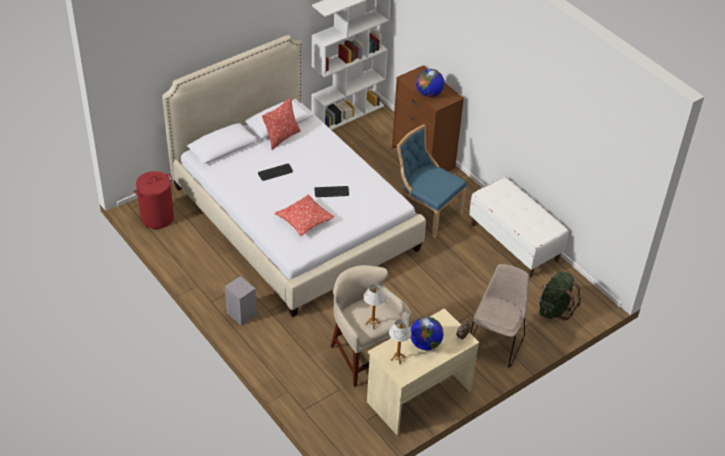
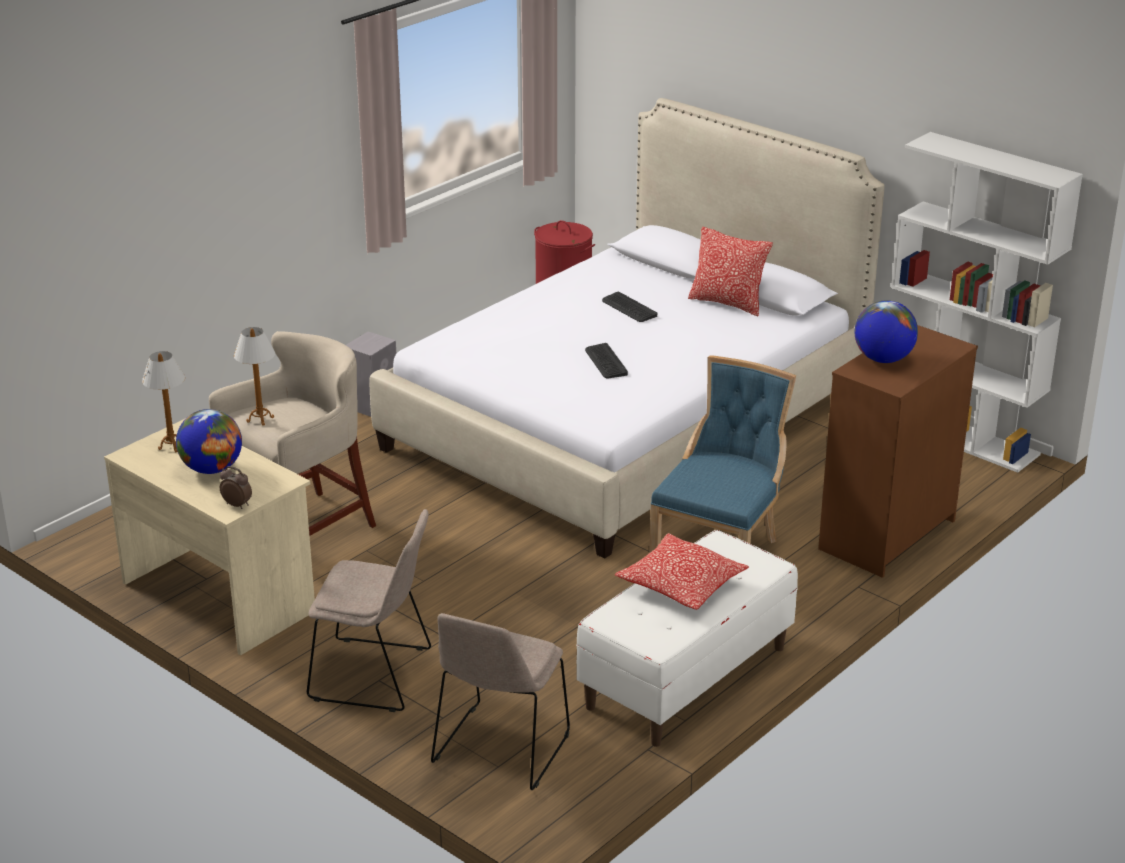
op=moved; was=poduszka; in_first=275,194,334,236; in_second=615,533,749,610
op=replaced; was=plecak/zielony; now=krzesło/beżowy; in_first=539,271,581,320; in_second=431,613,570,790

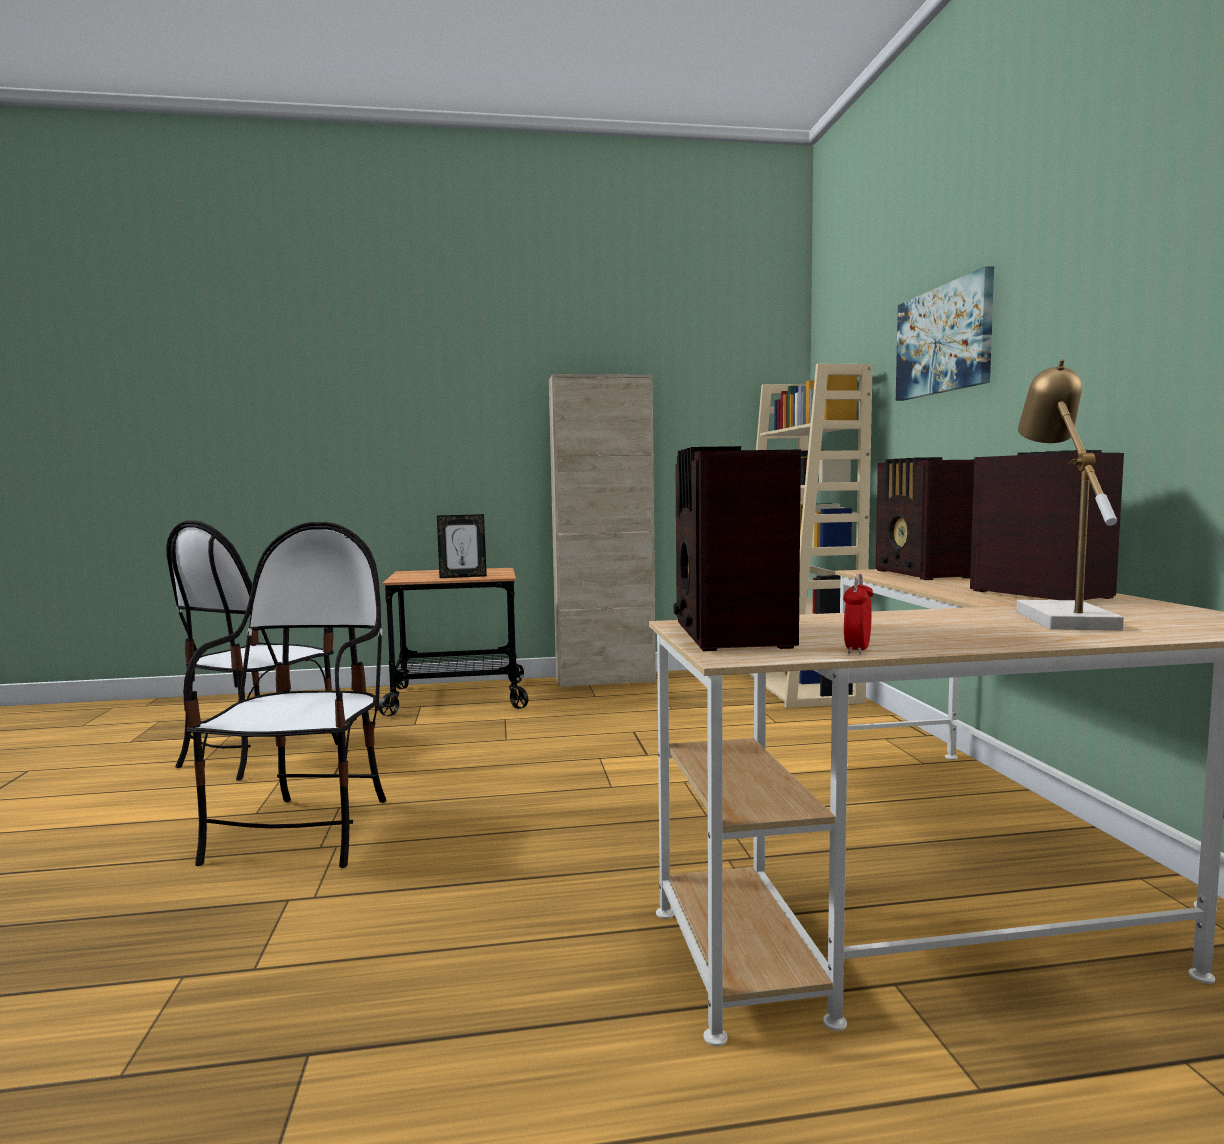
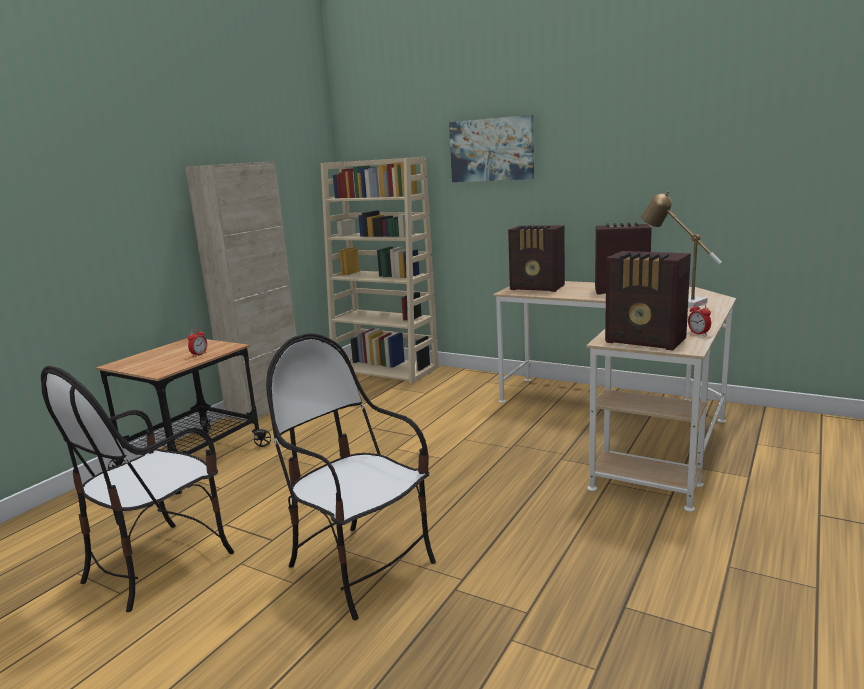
op=replaced; was=ramka na zdjęcie; now=budzik; in_first=437,514,487,578; in_second=188,328,207,357
op=turned; was=krzesło; in_first=166,520,338,781; in_second=41,366,234,612; clockwise=60

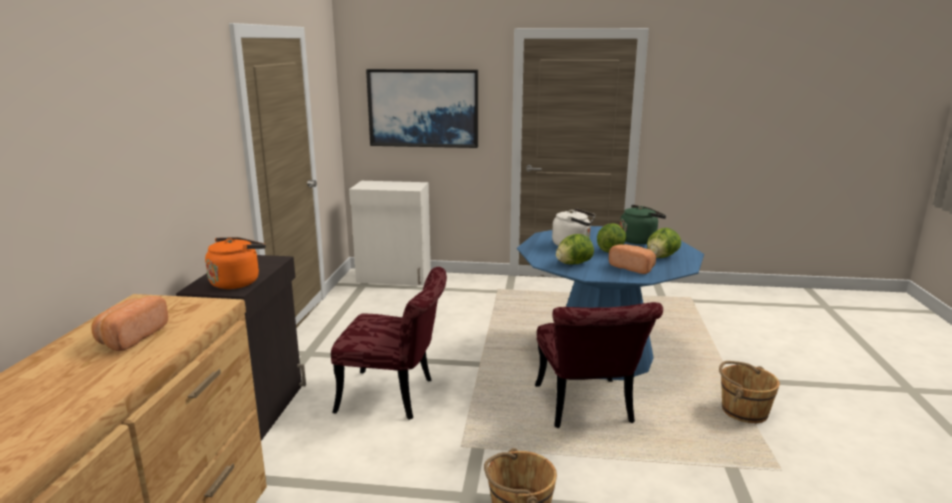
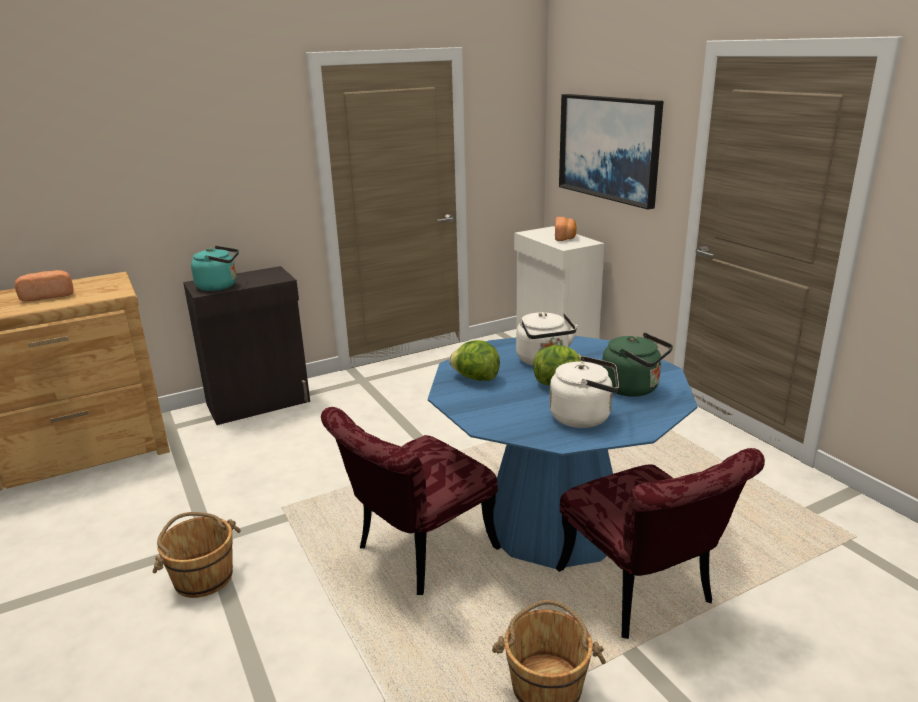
op=replaced; was=sałata; now=czajnik/biały; in_first=647,228,681,258; in_second=549,356,619,428
op=recoloured; was=czajnik/pomarańczowy; now=czajnik/turkusowy; in_first=205,237,266,289; in_second=191,246,239,291
op=moved; was=chleb; in_first=609,244,656,274; in_second=555,217,576,241
op=moved; was=krzesło/czerwony; in_first=331,267,447,420; in_second=556,448,765,639

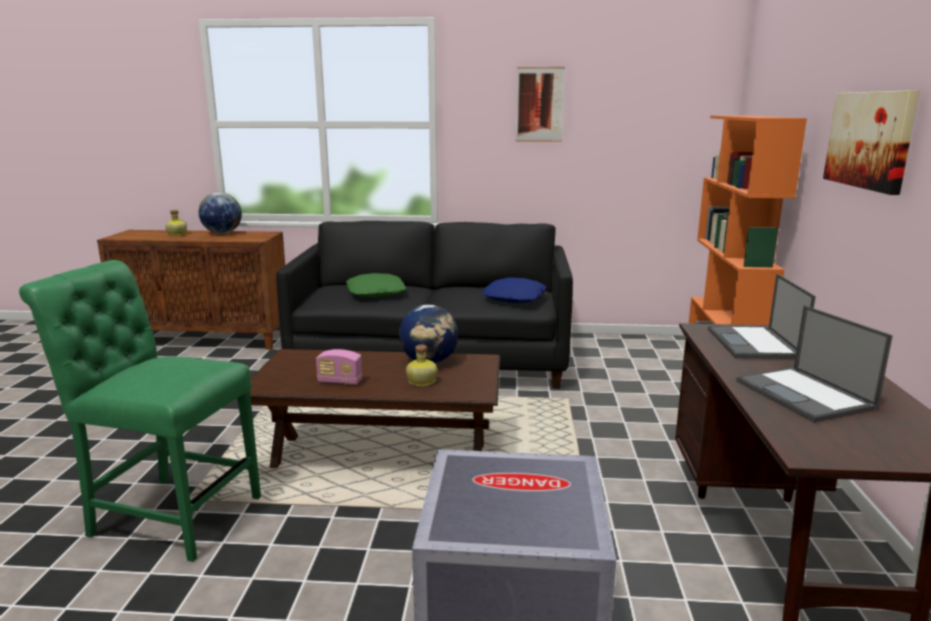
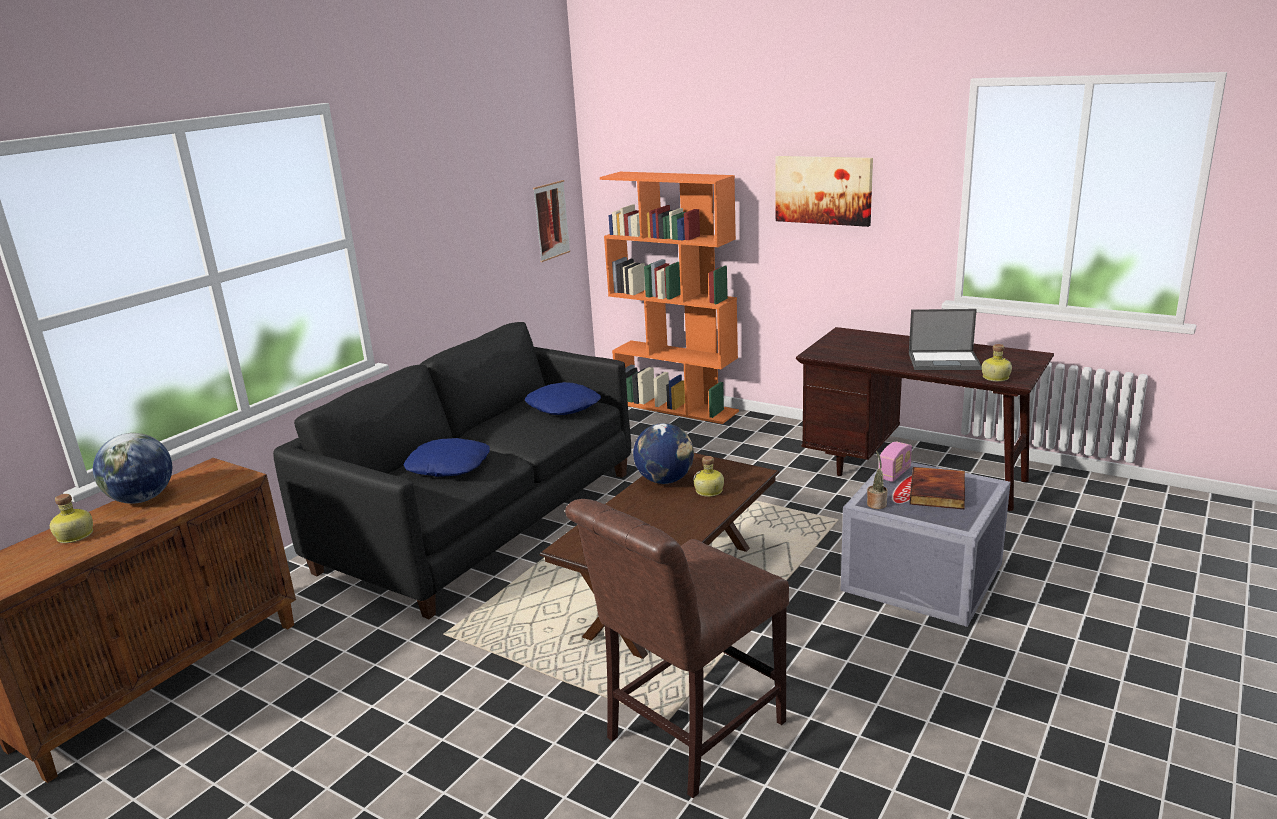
op=moved; was=obraz; in_first=516,67,565,142; in_second=533,180,570,262
op=recoloured; was=krzesło/zielony; now=krzesło/brązowy; in_first=19,260,261,562; in_second=565,499,789,798
op=recoloured; was=poduszka/zielony; now=poduszka/niebieski; in_first=346,273,406,297; in_second=403,438,490,477
op=removed; was=laptop; in_first=708,274,816,359
op=moved; was=radio; in_first=316,349,362,385; in_second=879,442,912,482
op=added; now=butelka; in_second=982,344,1012,382
op=added; now=roślina doniczkowa; in_second=867,451,888,509
op=added; now=książka; in_second=910,467,965,510

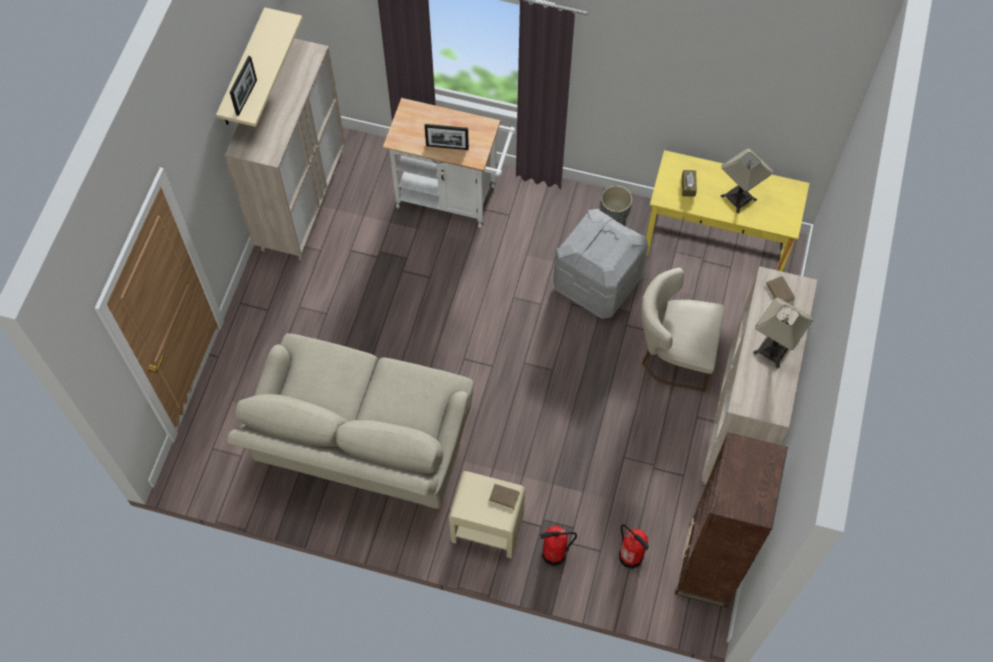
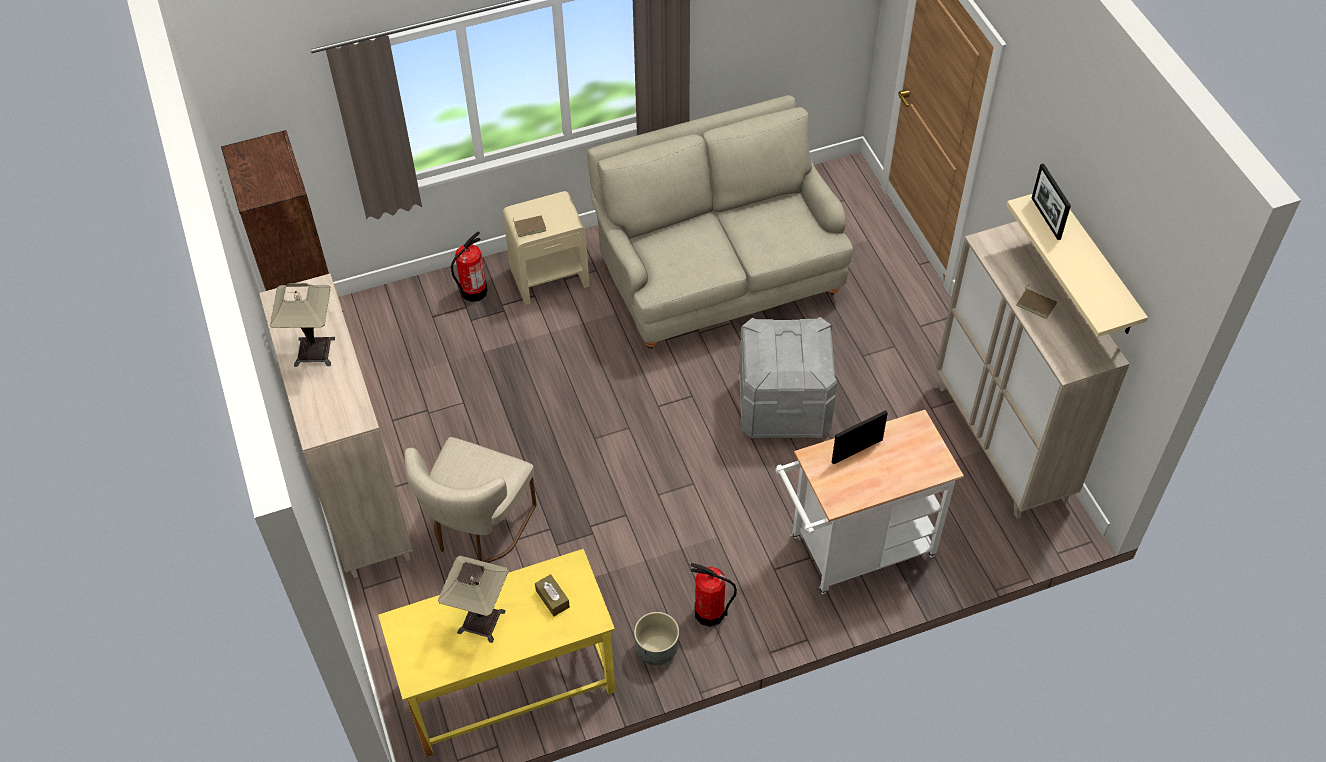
op=moved; was=pojemnik do przechowywania/szary; in_first=553,209,648,319; in_second=739,317,837,439
op=turned; was=krzesło/beżowy; in_first=641,268,725,392; in_second=404,437,537,563; clockwise=135
op=moved; was=książka/brązowy; in_first=766,276,795,302; in_second=1016,284,1057,319
op=moved; was=gaśnica; in_first=619,524,649,569; in_second=691,563,737,627

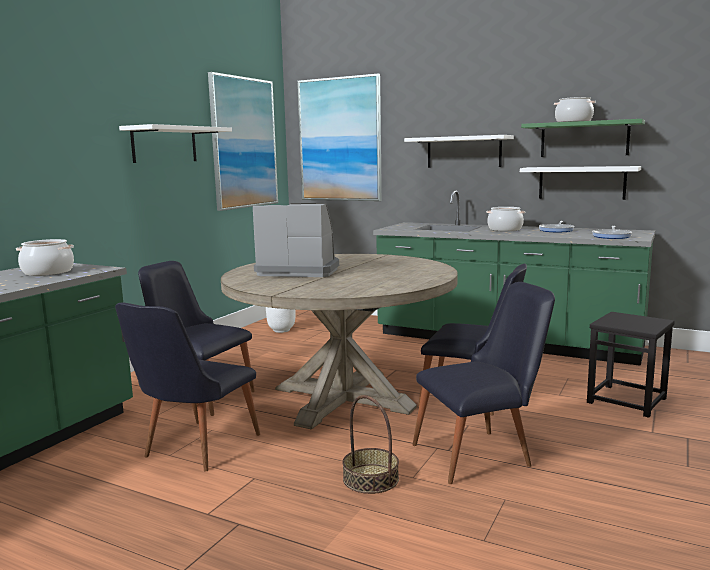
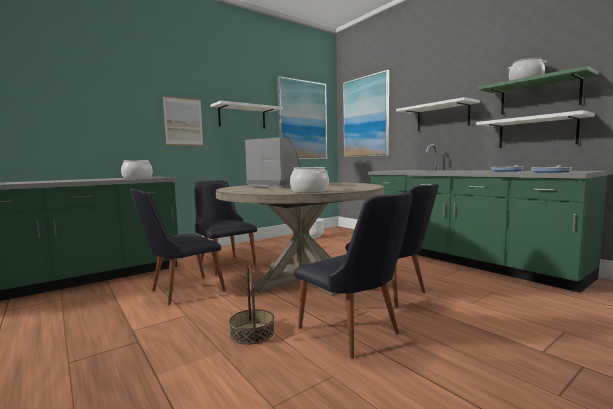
op=moved; was=garnek; in_first=486,207,525,231; in_second=290,167,329,193
op=turned; was=krzesło/czarny; in_first=412,282,555,484; in_second=294,192,413,359; clockwise=45
op=removed; was=stołek/czarny; in_first=587,312,675,418
op=added; now=obraz; in_second=163,96,203,146

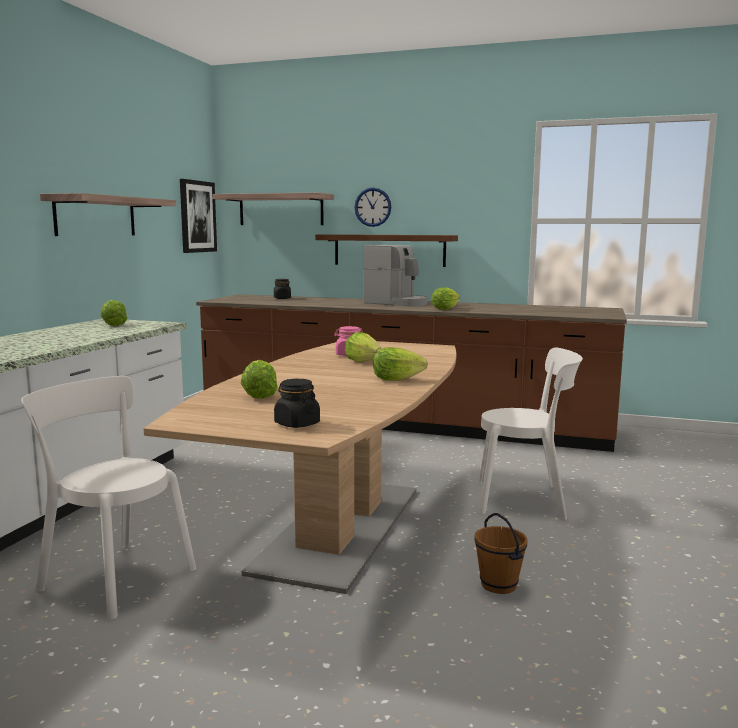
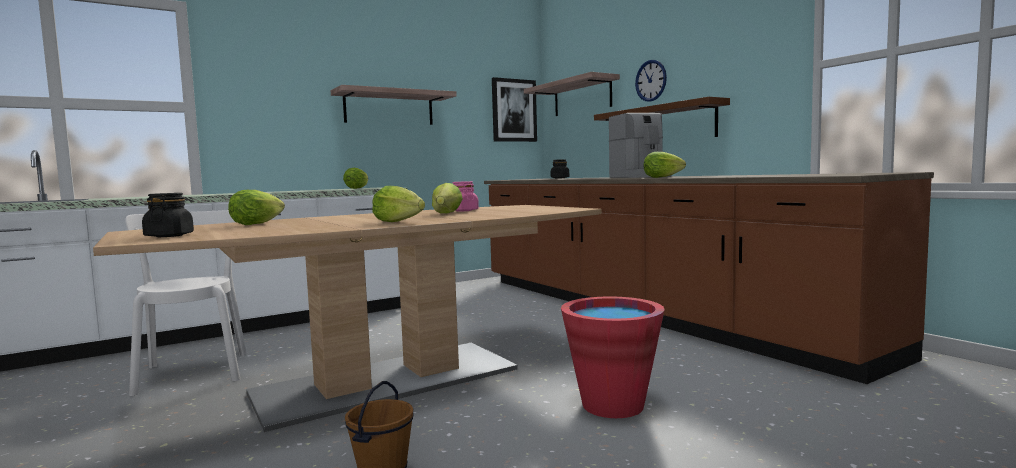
op=replaced; was=krzesło/biały; now=wiadro/czerwony; in_first=479,348,583,520; in_second=561,297,665,418

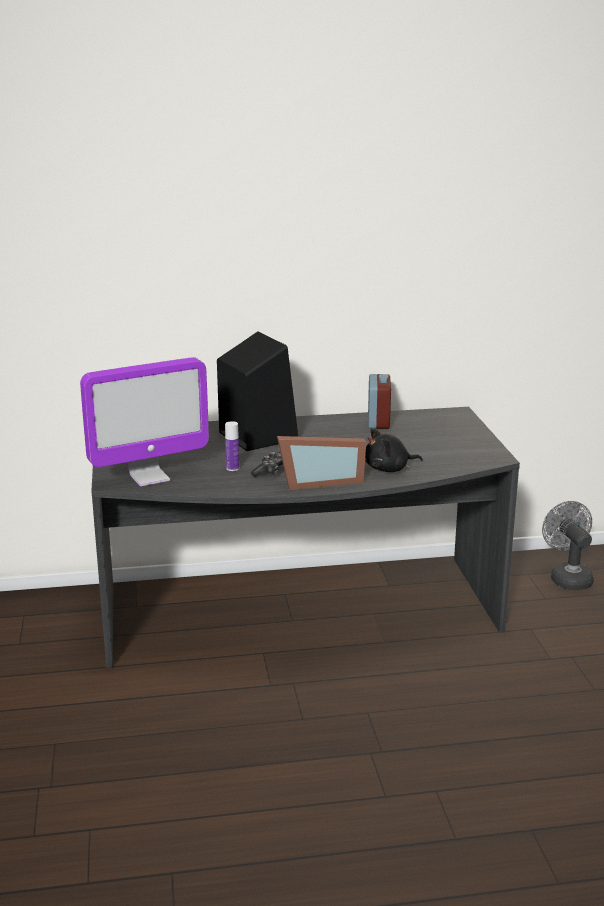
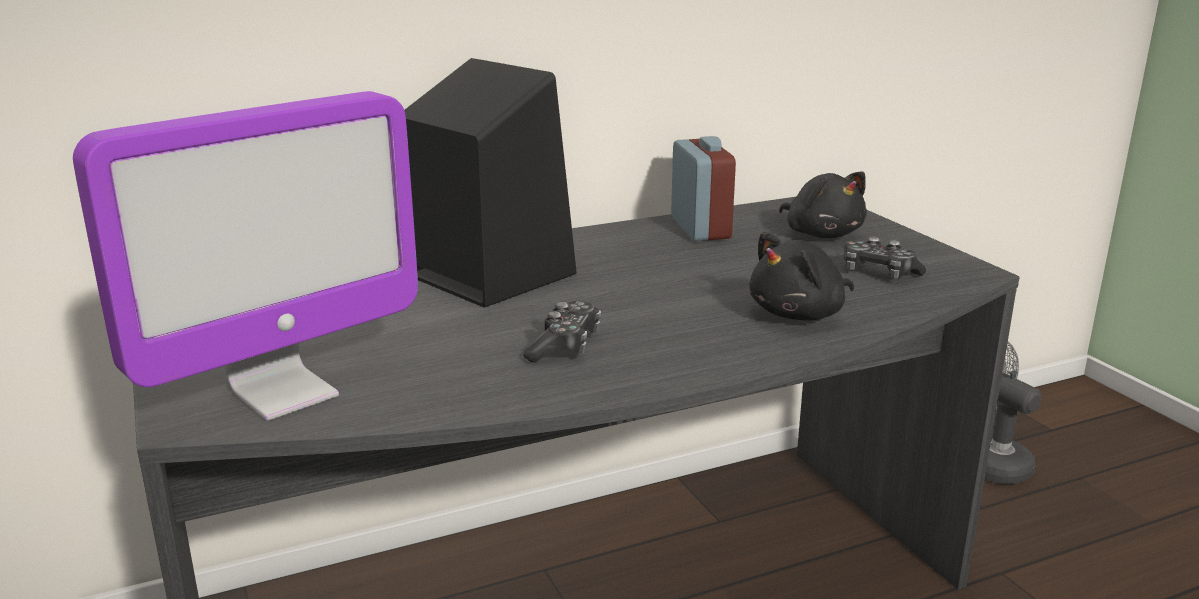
op=removed; was=butelka; in_first=225,421,239,471
op=removed; was=ramka na zdjęcie; in_first=277,436,366,490
op=added; now=pluszak/czarny; in_second=779,172,867,238
op=added; now=pad do gier; in_second=844,236,926,279

